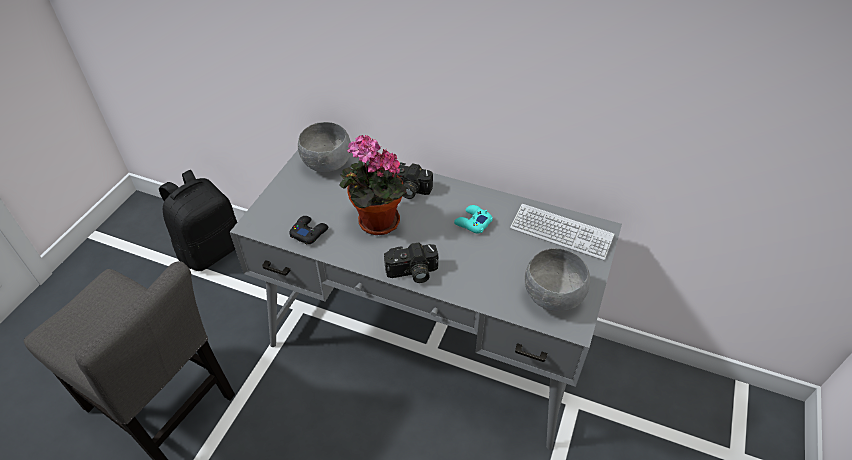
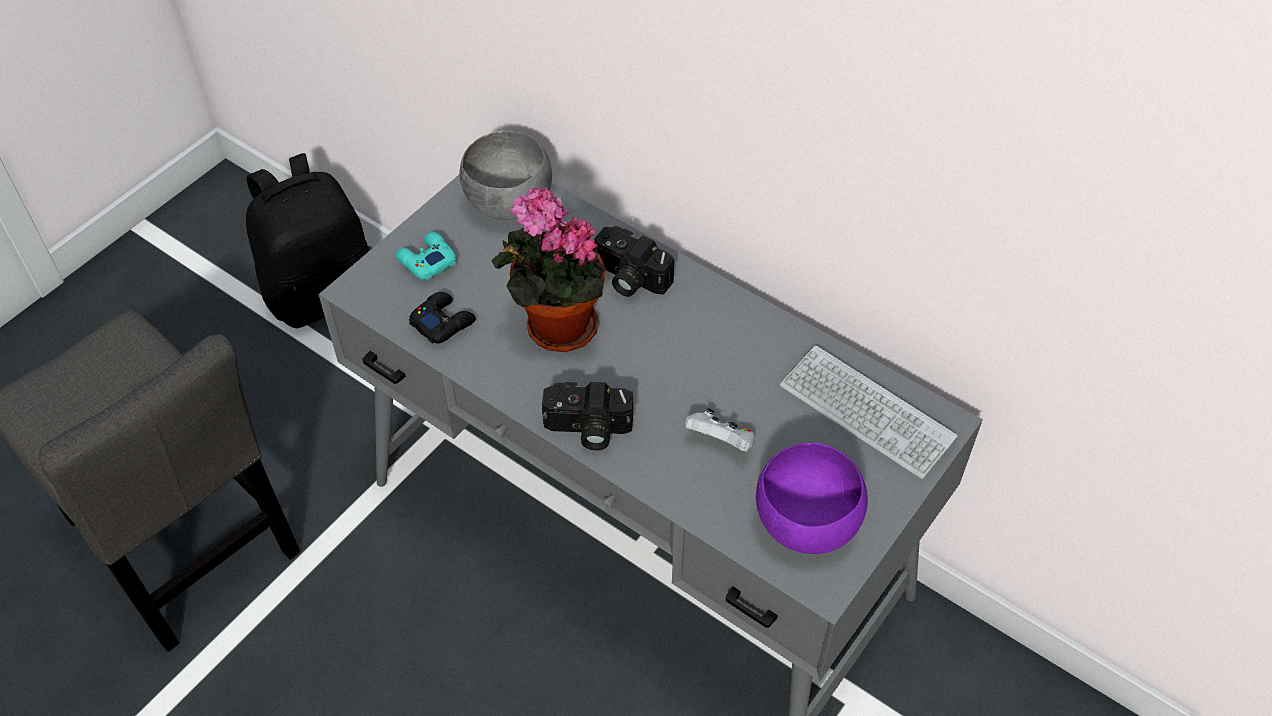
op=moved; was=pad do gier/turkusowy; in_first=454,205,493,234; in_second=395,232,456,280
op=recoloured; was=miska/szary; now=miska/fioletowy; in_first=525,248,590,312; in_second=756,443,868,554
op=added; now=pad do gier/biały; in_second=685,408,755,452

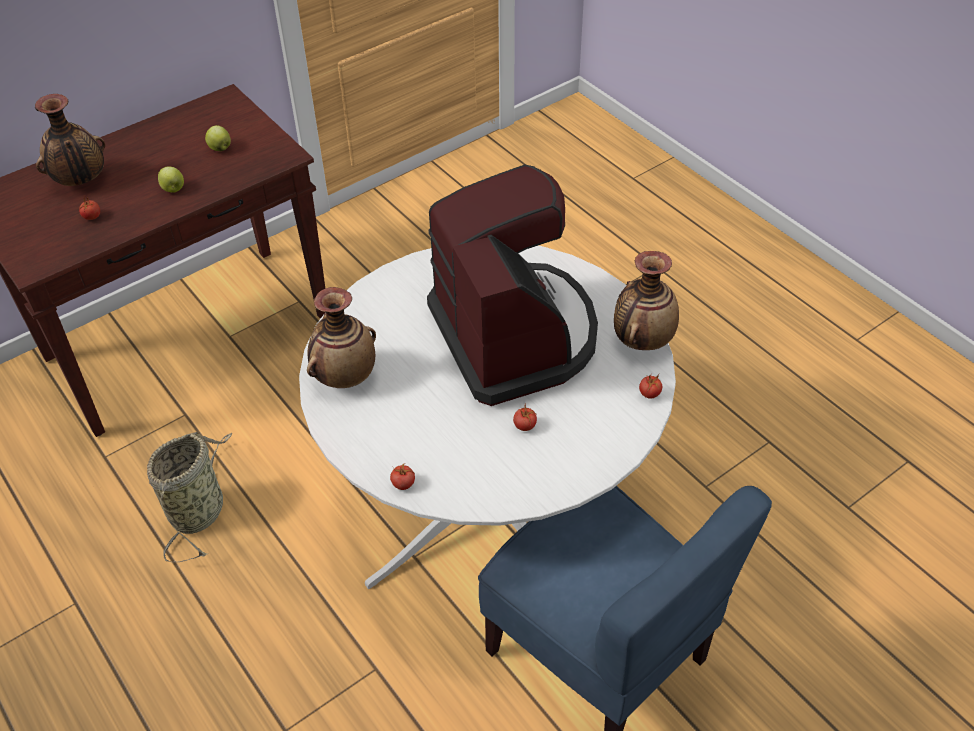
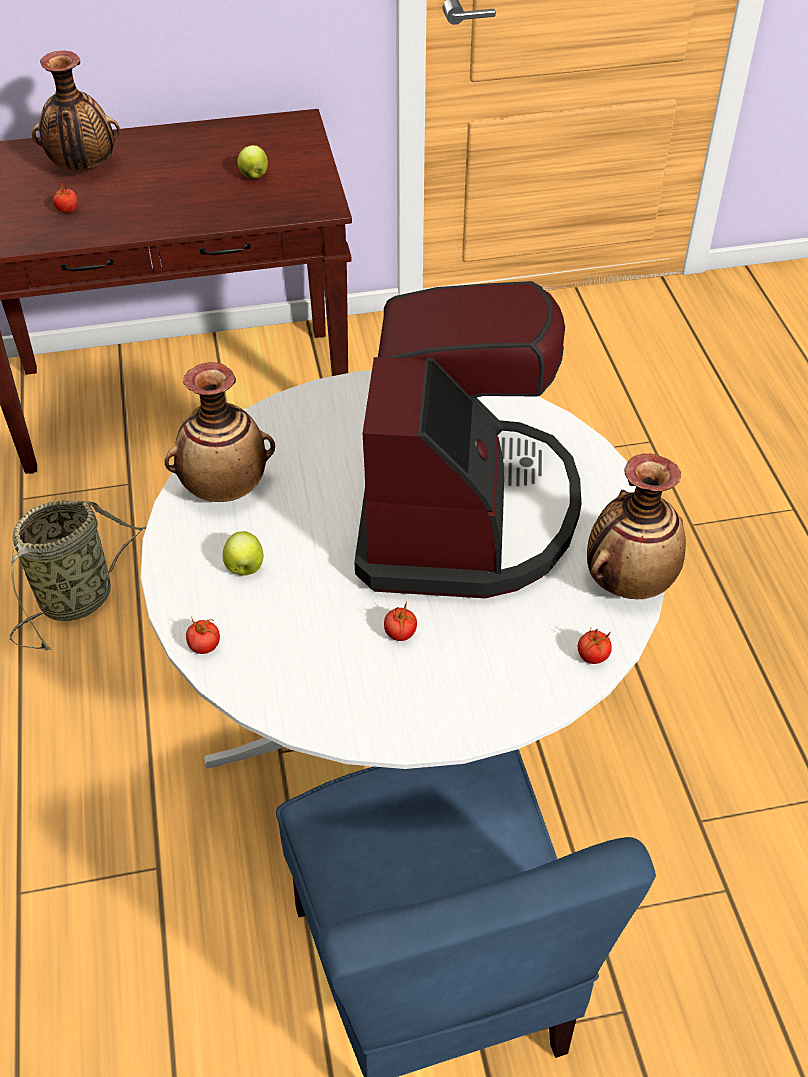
op=moved; was=jabłko; in_first=158,166,184,193; in_second=223,531,263,576

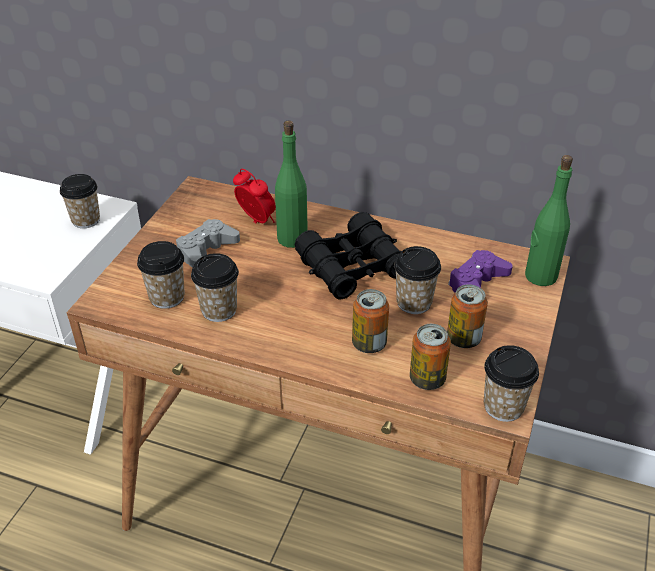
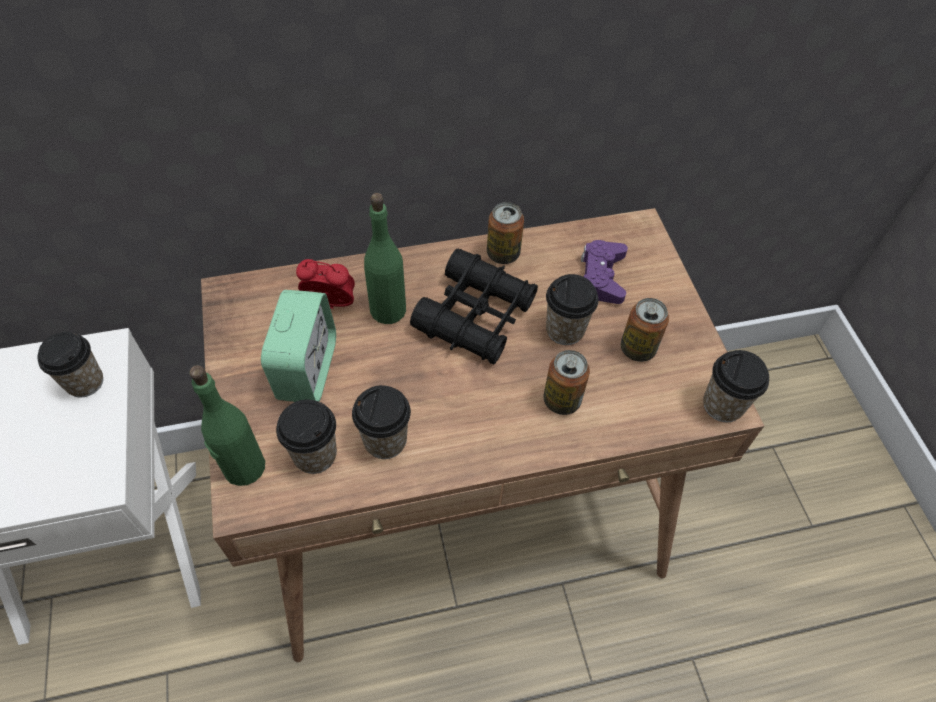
op=moved; was=butelka/zielony; in_first=525,155,573,286; in_second=189,365,265,486
op=replaced; was=pad do gier/szary; now=budzik; in_first=176,219,240,268; in_second=261,290,336,402
op=moved; was=puszka; in_first=410,324,451,390; in_second=487,202,524,264

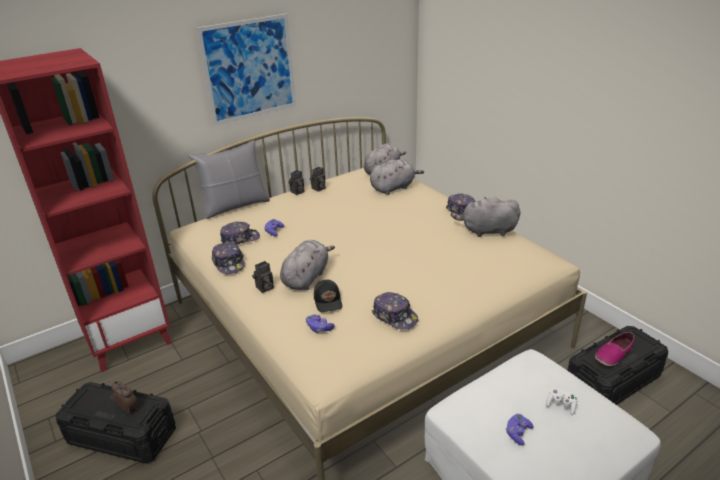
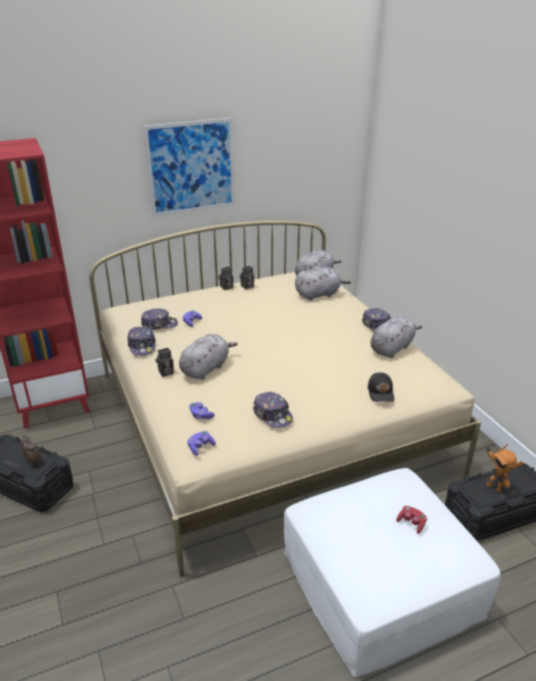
op=removed; was=poduszka/szary; in_first=188,140,270,219
op=turned; was=pluszak/szary; in_first=451,197,520,237; in_second=370,315,422,358; clockwise=120
op=moved; was=czapka z daszkiem/czarny; in_first=314,280,342,312; in_second=368,373,394,402
op=replaced; was=but; now=robot zabawkowy; in_first=595,332,635,366; in_second=486,444,524,492
op=recoloured; was=pad do gier/biały; now=pad do gier/czerwony; in_first=546,389,578,415; in_second=396,506,427,534
op=moved; was=pad do gier/fioletowy; in_first=506,414,534,446; in_second=187,431,216,456

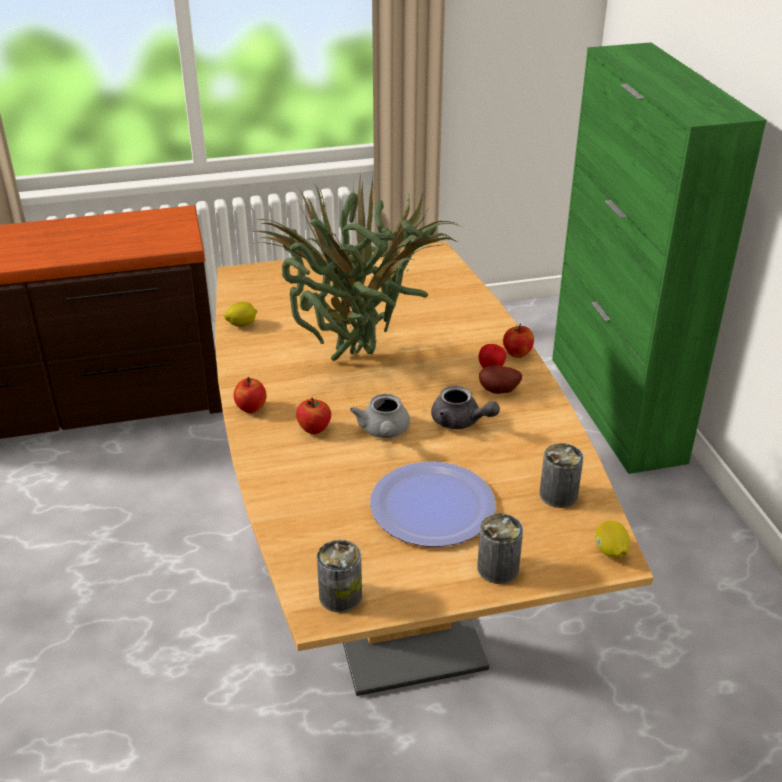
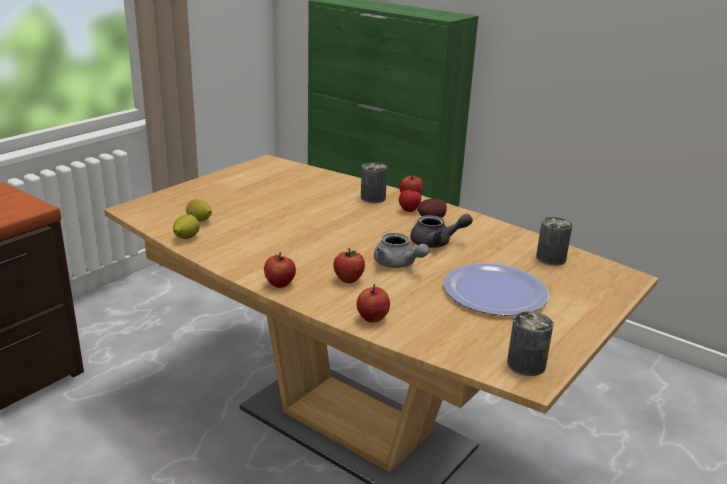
op=removed; was=roślina doniczkowa; in_first=253,173,462,361
op=moved; was=puszka; in_first=477,513,523,584; in_second=361,162,387,203
op=moved; was=cytryna; in_first=595,520,630,558; in_second=186,199,212,222
op=added; now=jabłko; in_second=357,284,390,323

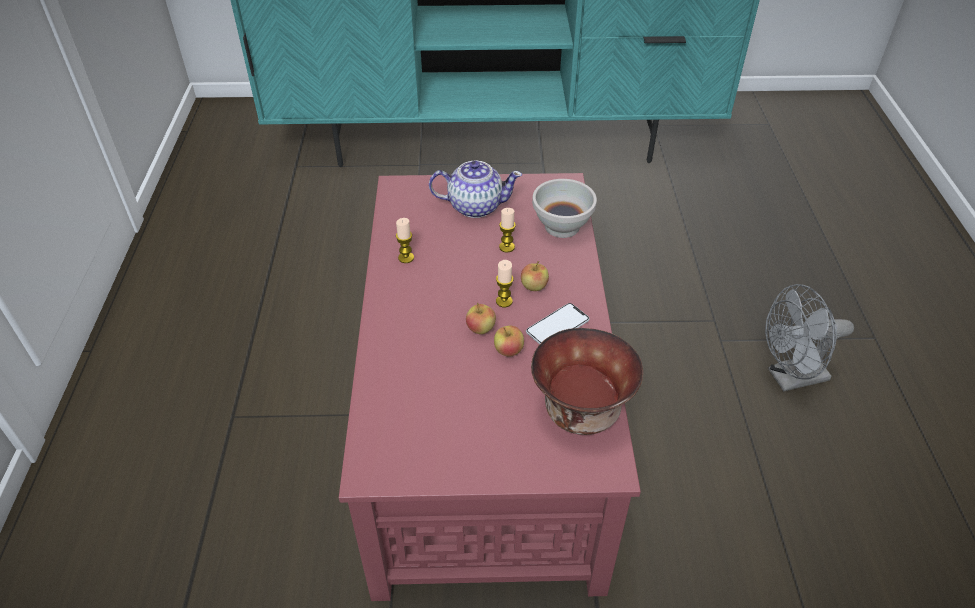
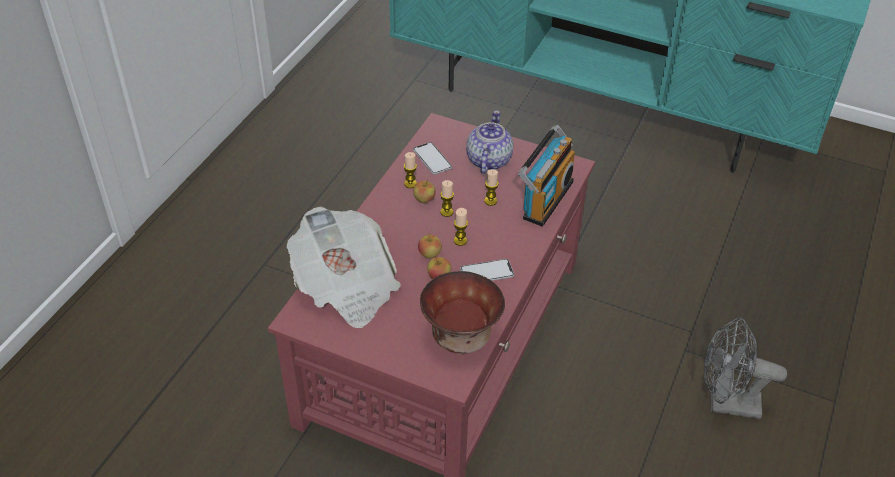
op=turned; was=imbryk; in_first=429,161,522,218; in_second=466,110,513,174; clockwise=-105
op=replaced; was=miska/biały; now=radio; in_first=532,179,597,238; in_second=518,125,575,227
op=moved; was=jabłko; in_first=521,261,549,291; in_second=413,180,435,203
op=added; now=telefon; in_second=413,142,452,175
op=added; now=świeca; in_second=440,180,454,217
op=added; now=gazeta; in_second=287,206,401,328

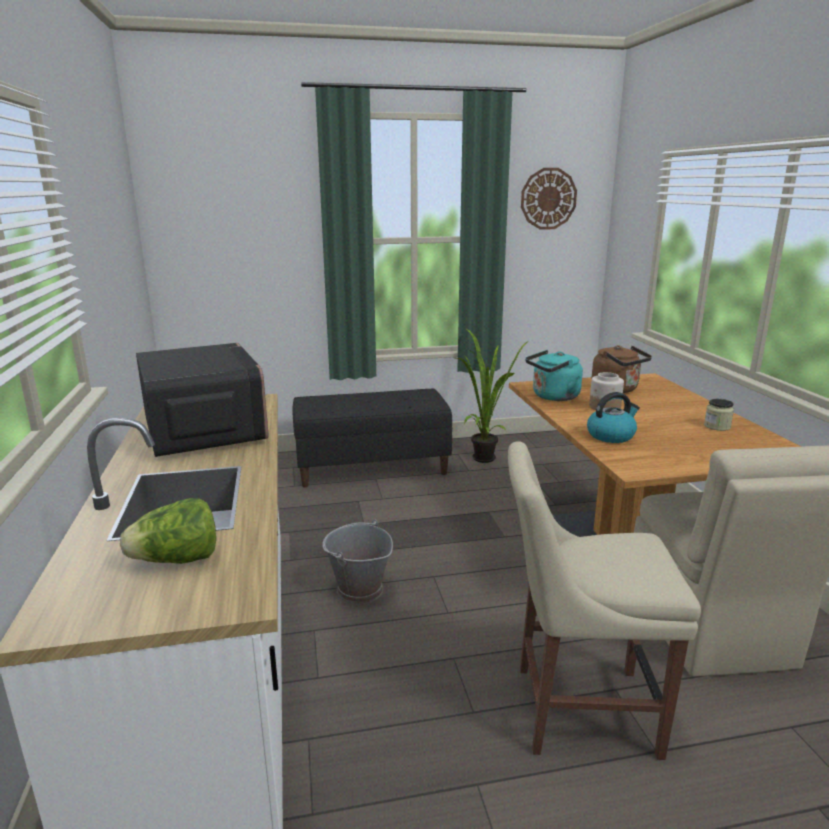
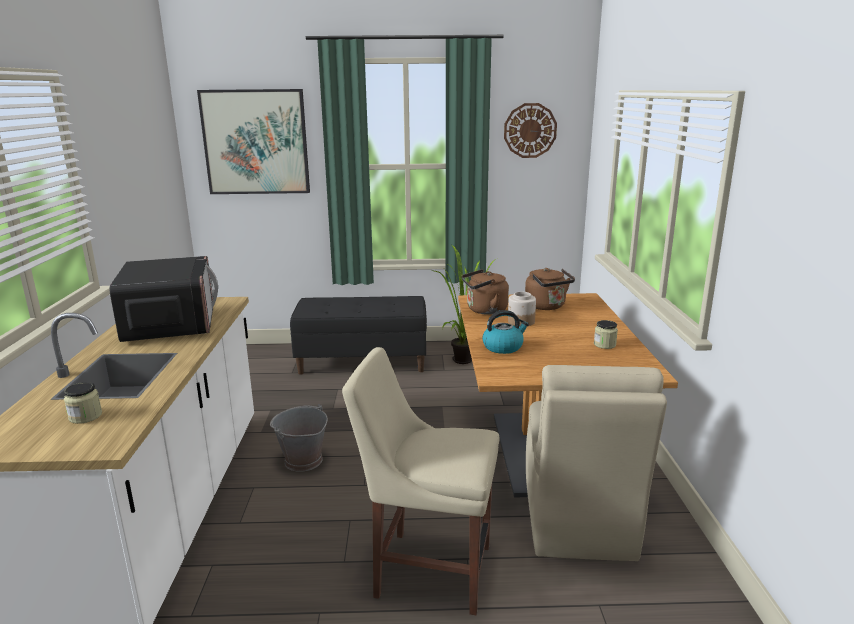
op=recoloured; was=czajnik/turkusowy; now=czajnik/brązowy; in_first=525,350,583,401; in_second=461,269,509,315
op=replaced; was=sałata; now=słoik; in_first=120,498,216,564; in_second=64,382,102,424
op=added; now=obraz; in_second=197,89,310,194

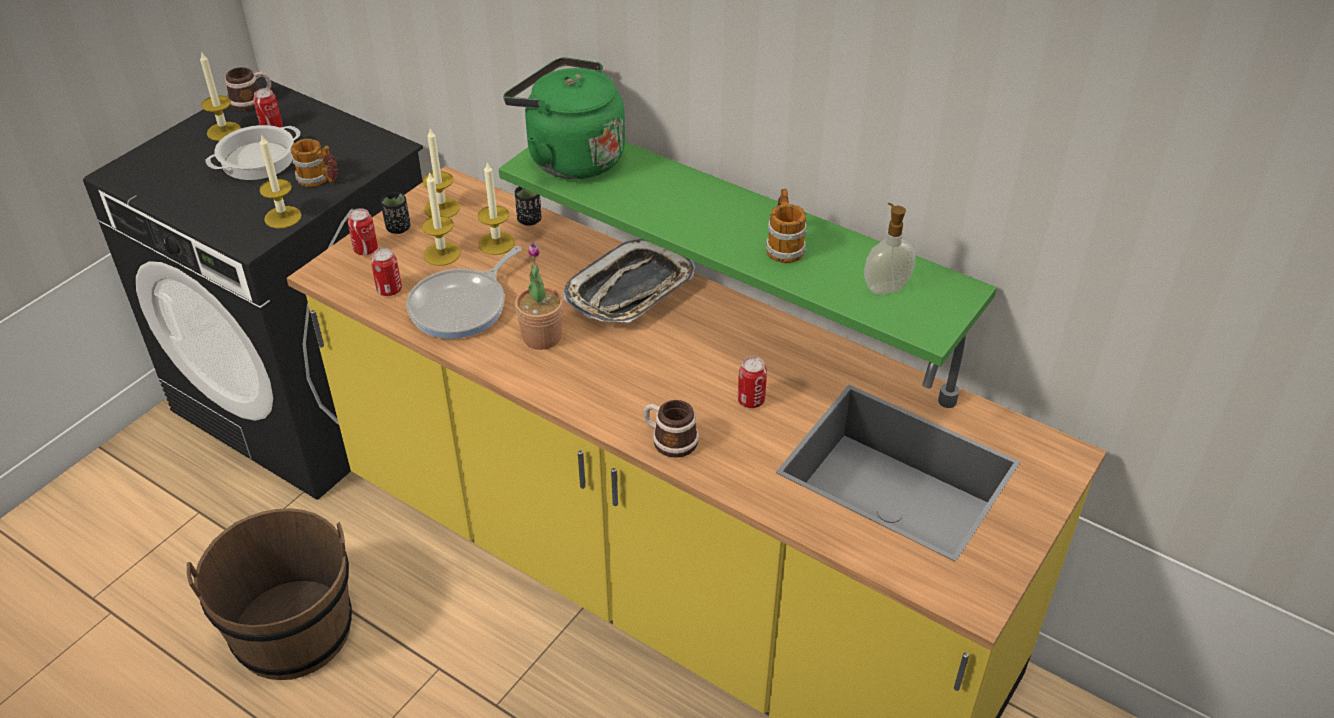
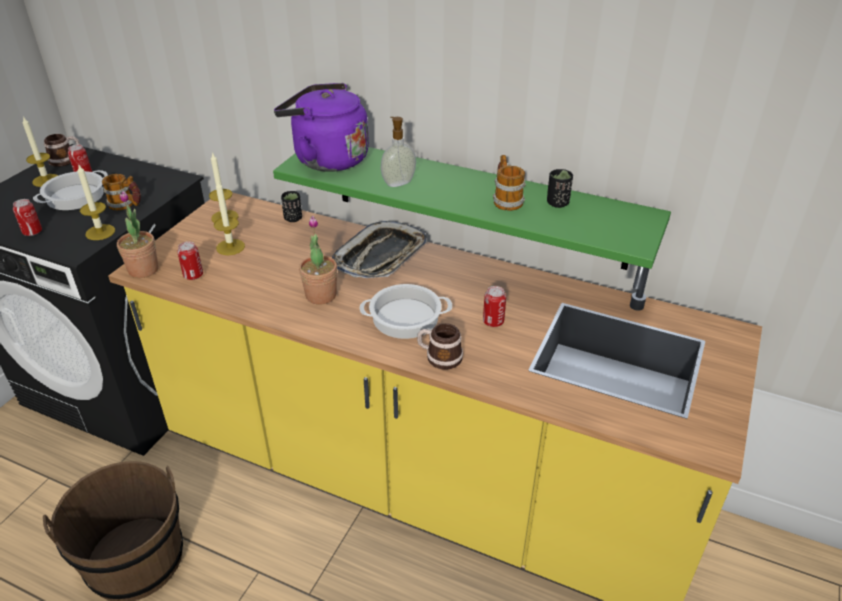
op=recoloured; was=czajnik/zielony; now=czajnik/fioletowy; in_first=503,57,625,179; in_second=274,83,369,172
op=removed; was=świeca; in_first=478,161,515,255
op=moved; was=filiżanka/czarny; in_first=380,192,411,234; in_second=547,169,573,208
op=moved; was=dozownik mydła; in_first=864,203,915,295; in_second=381,117,416,187
op=moved; was=puszka; in_first=348,208,378,255; in_second=13,199,42,236
op=removed; was=patelnia; in_first=406,246,522,339
op=added; now=roślina doniczkowa; in_second=117,191,158,278
op=added; now=garnek; in_second=359,284,452,339

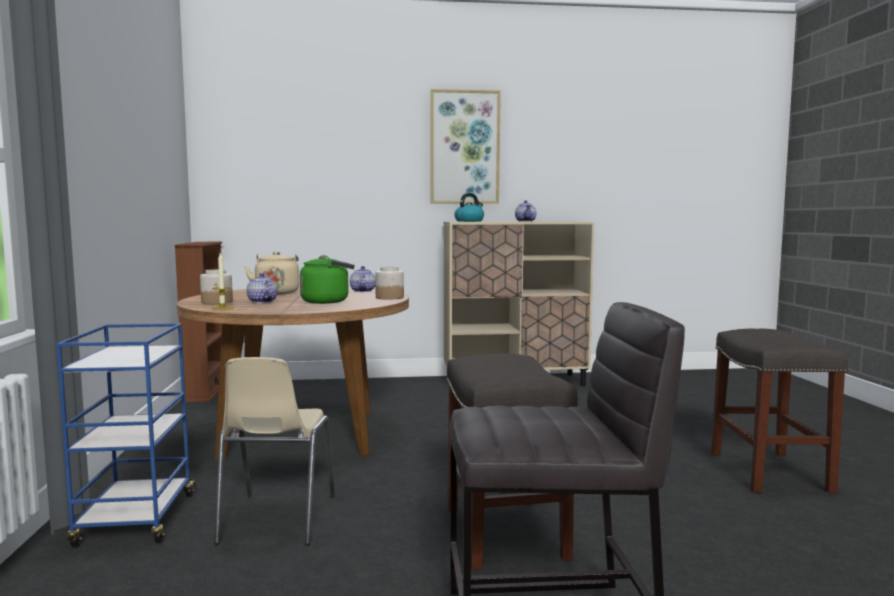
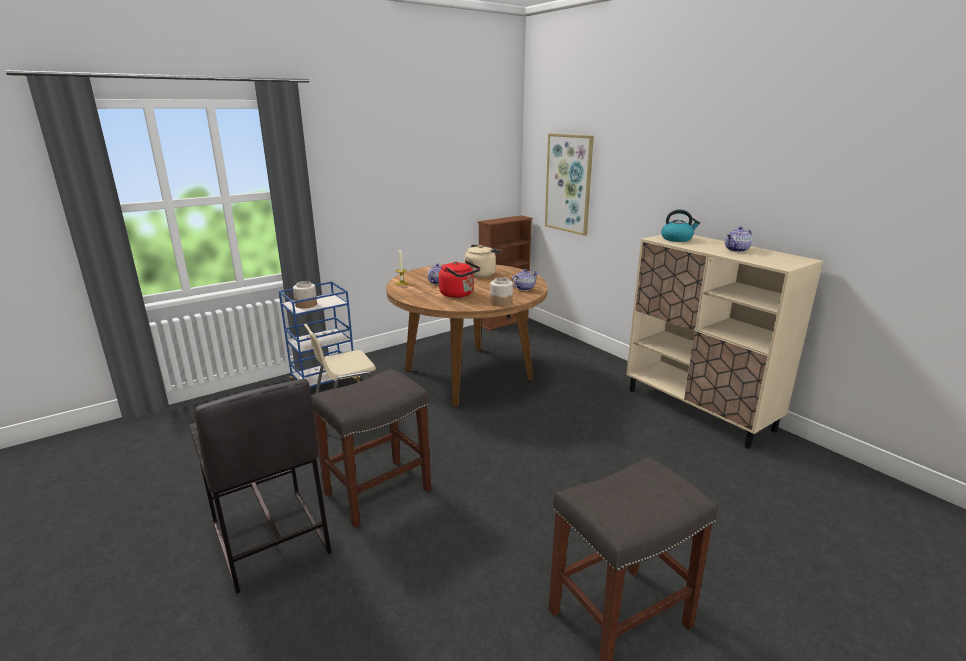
op=moved; was=obraz; in_first=430,89,501,204; in_second=545,133,594,236
op=recoloured; was=czajnik/zielony; now=czajnik/czerwony; in_first=300,255,355,304; in_second=439,261,480,298
op=moved; was=słoik; in_first=200,269,233,304; in_second=293,281,317,308

